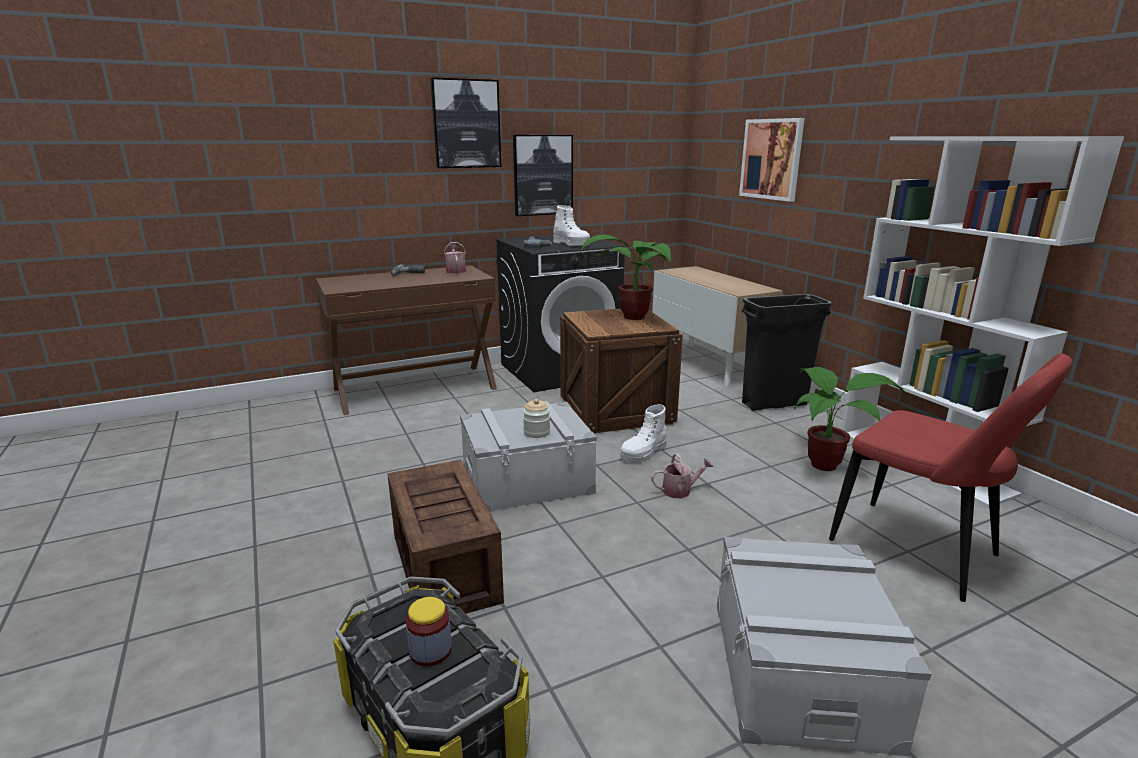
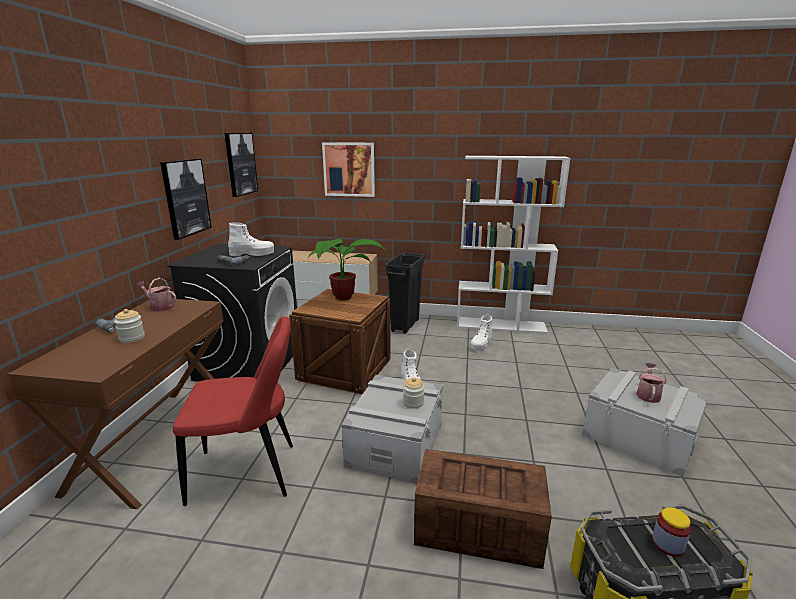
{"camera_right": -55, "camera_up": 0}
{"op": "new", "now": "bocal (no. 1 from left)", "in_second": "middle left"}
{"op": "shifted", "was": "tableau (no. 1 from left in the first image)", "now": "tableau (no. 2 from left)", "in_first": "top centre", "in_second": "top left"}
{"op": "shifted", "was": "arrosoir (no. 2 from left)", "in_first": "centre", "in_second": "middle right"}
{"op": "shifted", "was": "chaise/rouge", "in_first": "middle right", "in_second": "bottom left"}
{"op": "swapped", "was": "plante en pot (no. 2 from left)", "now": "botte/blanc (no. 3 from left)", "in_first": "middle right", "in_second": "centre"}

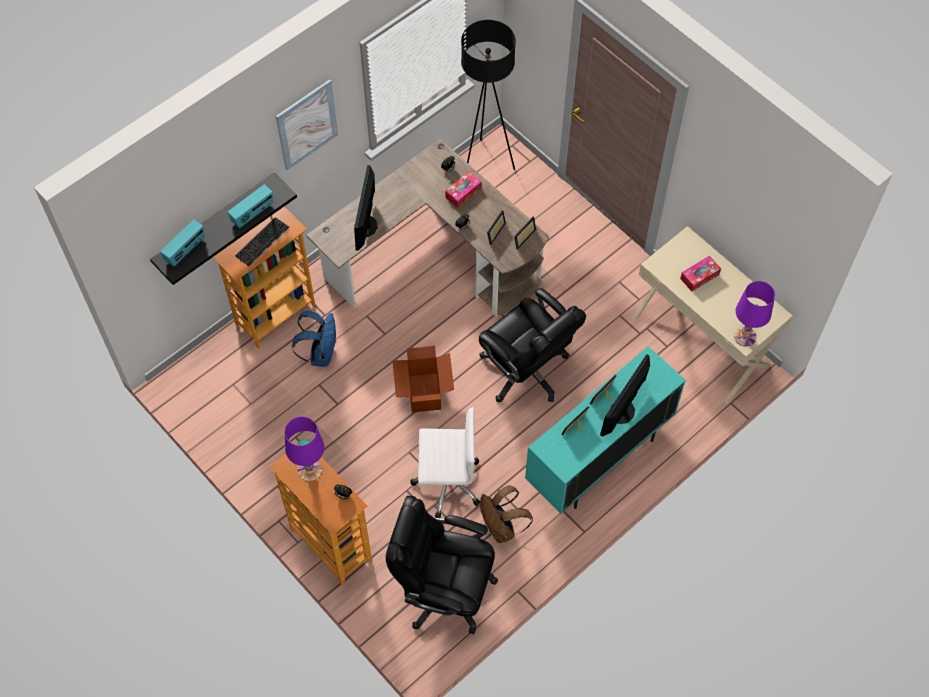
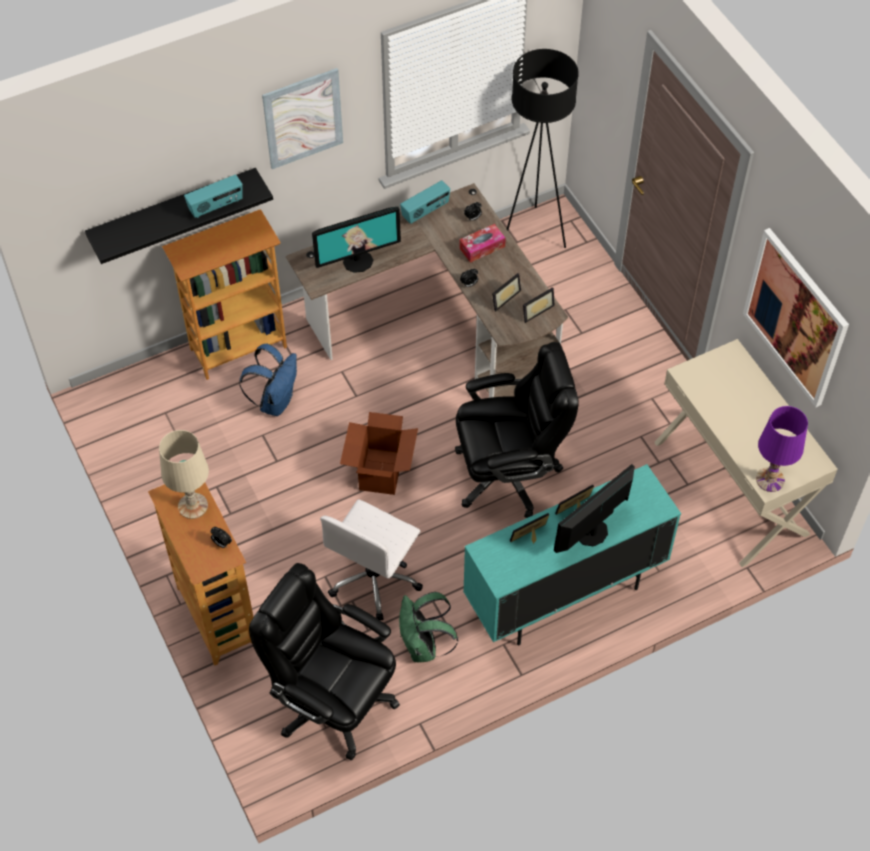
{"camera_right": 15, "camera_up": -5}
{"op": "gone", "was": "clavier", "in_first": "middle left"}
{"op": "gone", "was": "boîte à mouchoirs (no. 2 from left)", "in_first": "middle right"}
{"op": "new", "now": "tableau (no. 2 from left)", "in_second": "middle right"}
{"op": "shifted", "was": "radio (no. 1 from left in the first image)", "now": "radio (no. 2 from left)", "in_first": "middle left", "in_second": "top centre"}
{"op": "repainted", "was": "lampe de table/violet (no. 1 from left)", "now": "lampe de table/beige", "in_first": "middle left", "in_second": "middle left"}
{"op": "repainted", "was": "sac à dos/marron", "now": "sac à dos/vert", "in_first": "bottom centre", "in_second": "bottom centre"}
{"op": "rotated", "was": "écran d'ordinateur (no. 1 from left)", "in_first": "top centre", "in_second": "top centre", "clockwise": -135}
{"op": "rotated", "was": "chaise de bureau/blanc", "in_first": "centre", "in_second": "centre", "clockwise": 105}
{"op": "rotated", "was": "chaise de bureau/noir (no. 2 from left)", "in_first": "centre", "in_second": "centre", "clockwise": -75}

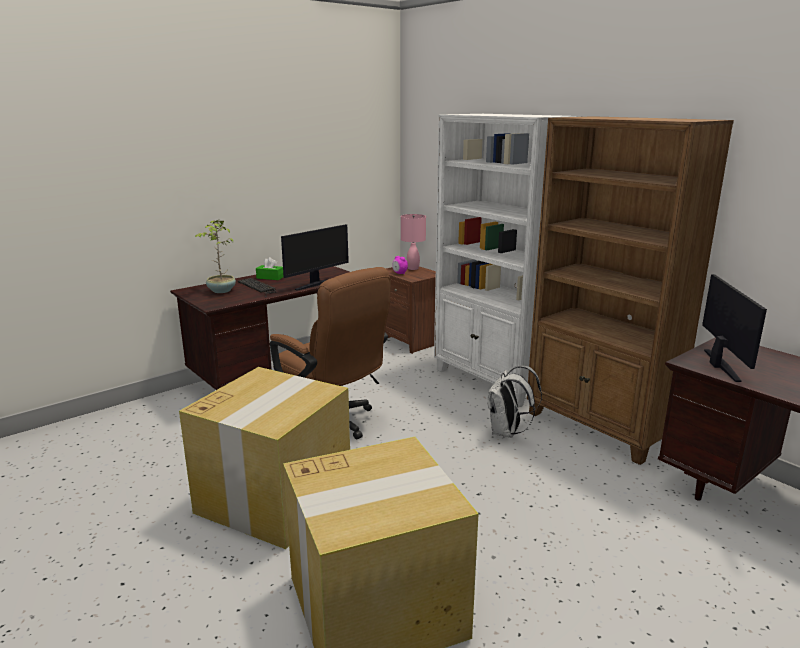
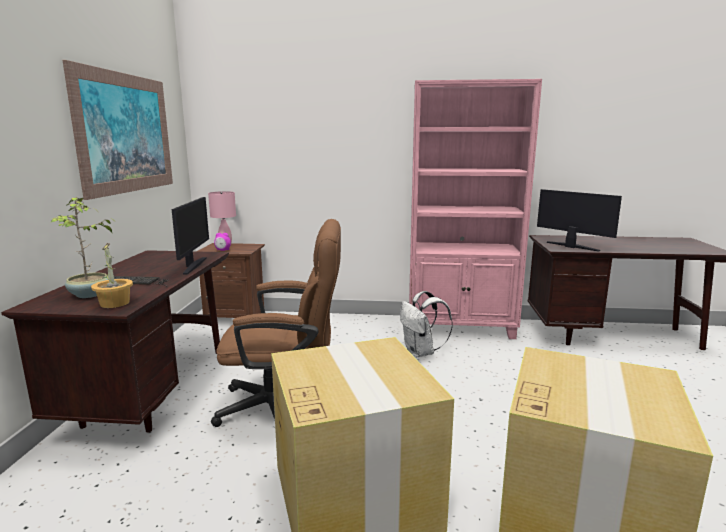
{"camera_right": -45, "camera_up": -5}
{"op": "gone", "was": "boîte à mouchoirs/vert", "in_first": "centre"}
{"op": "gone", "was": "bibliothèque/blanc", "in_first": "centre"}
{"op": "new", "now": "tableau", "in_second": "top left"}
{"op": "new", "now": "plante en pot (no. 2 from left)", "in_second": "middle left"}
{"op": "repainted", "was": "bibliothèque/marron", "now": "bibliothèque/rose", "in_first": "middle right", "in_second": "centre"}

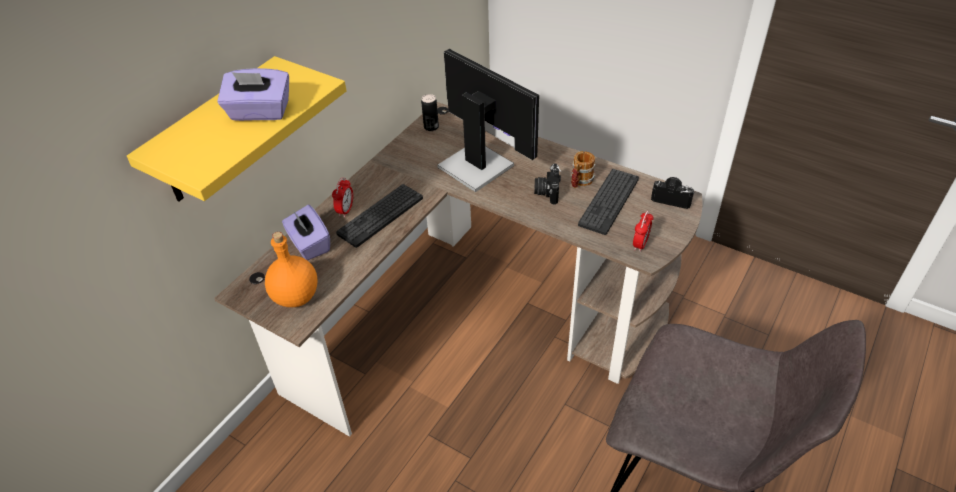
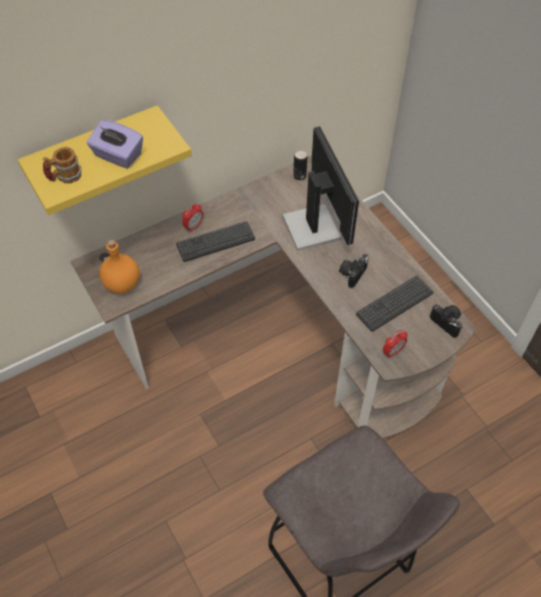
{"camera_right": 25, "camera_up": 10}
{"op": "gone", "was": "boîte à mouchoirs/violet (no. 2 from left)", "in_first": "middle left"}
{"op": "shifted", "was": "mug", "in_first": "centre", "in_second": "top left"}

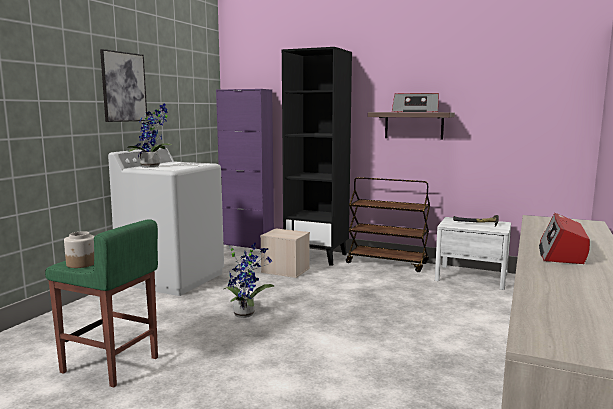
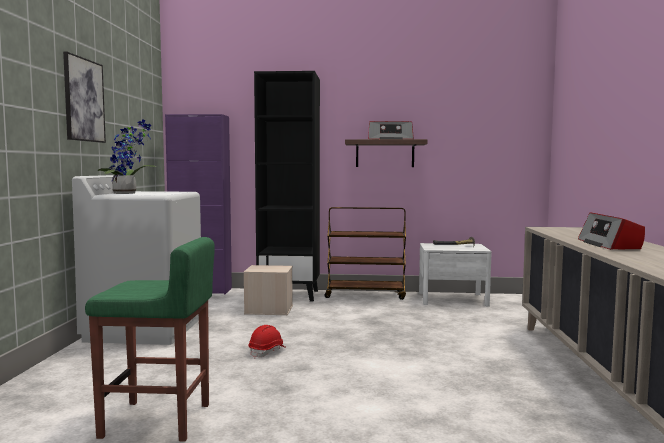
{"camera_right": -20, "camera_up": -5}
{"op": "gone", "was": "bocal", "in_first": "middle left"}
{"op": "swapped", "was": "plante en pot (no. 2 from left)", "now": "casque de chantier/rouge", "in_first": "bottom centre", "in_second": "bottom centre"}

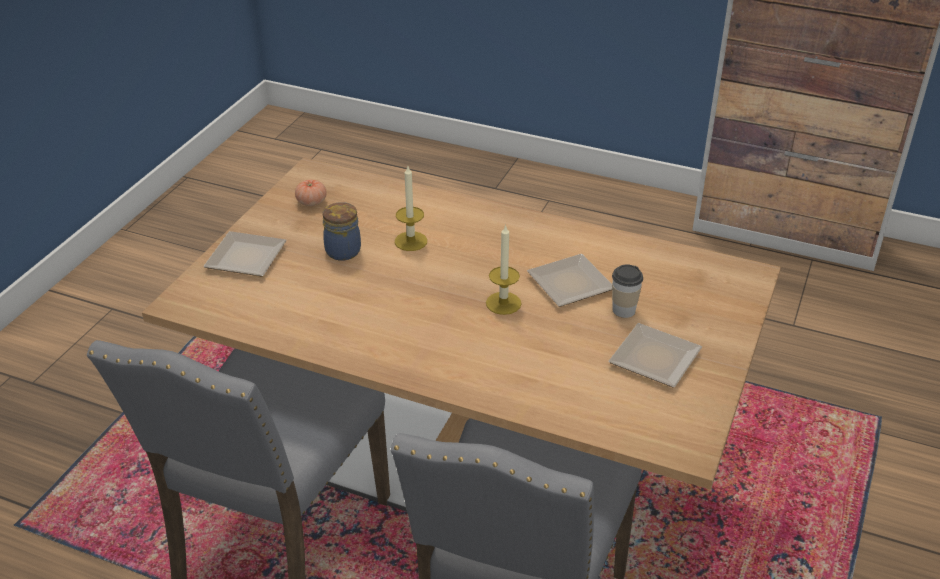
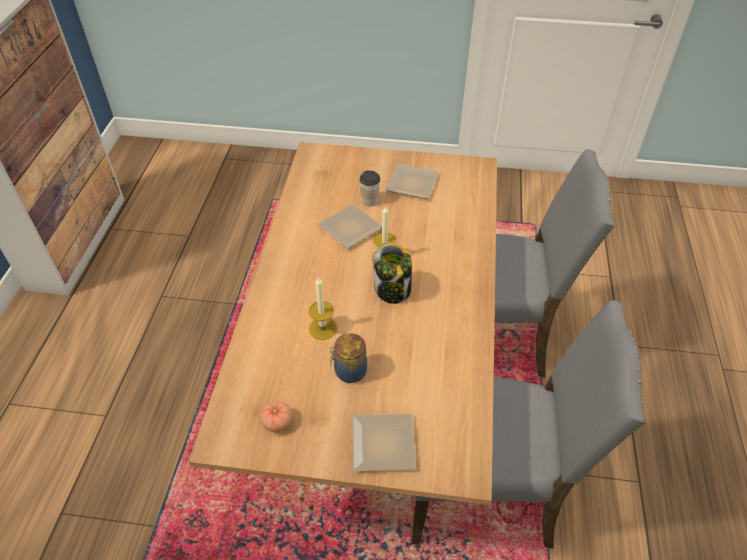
{"camera_right": -105, "camera_up": 10}
{"op": "new", "now": "bocal (no. 2 from left)", "in_second": "centre"}

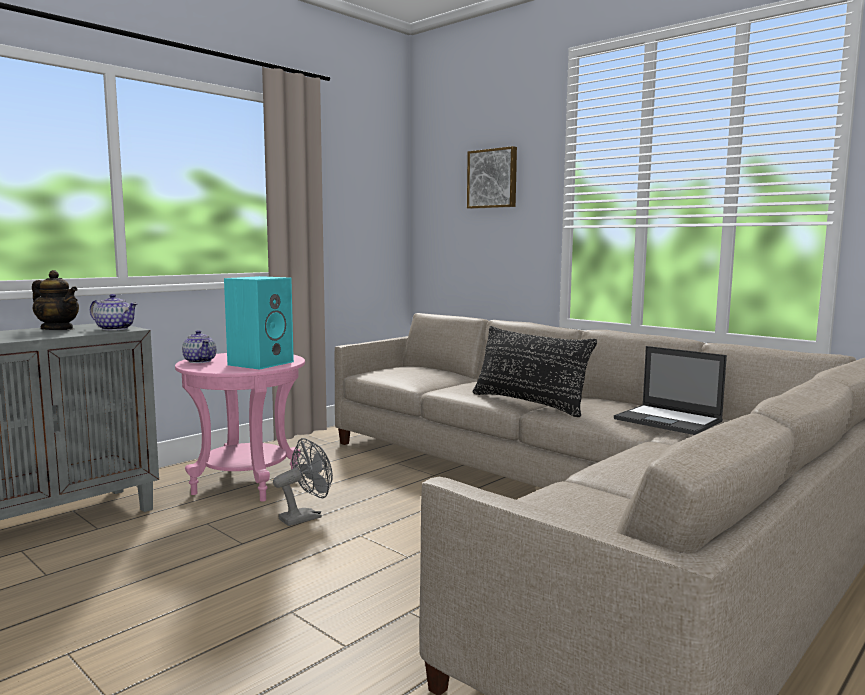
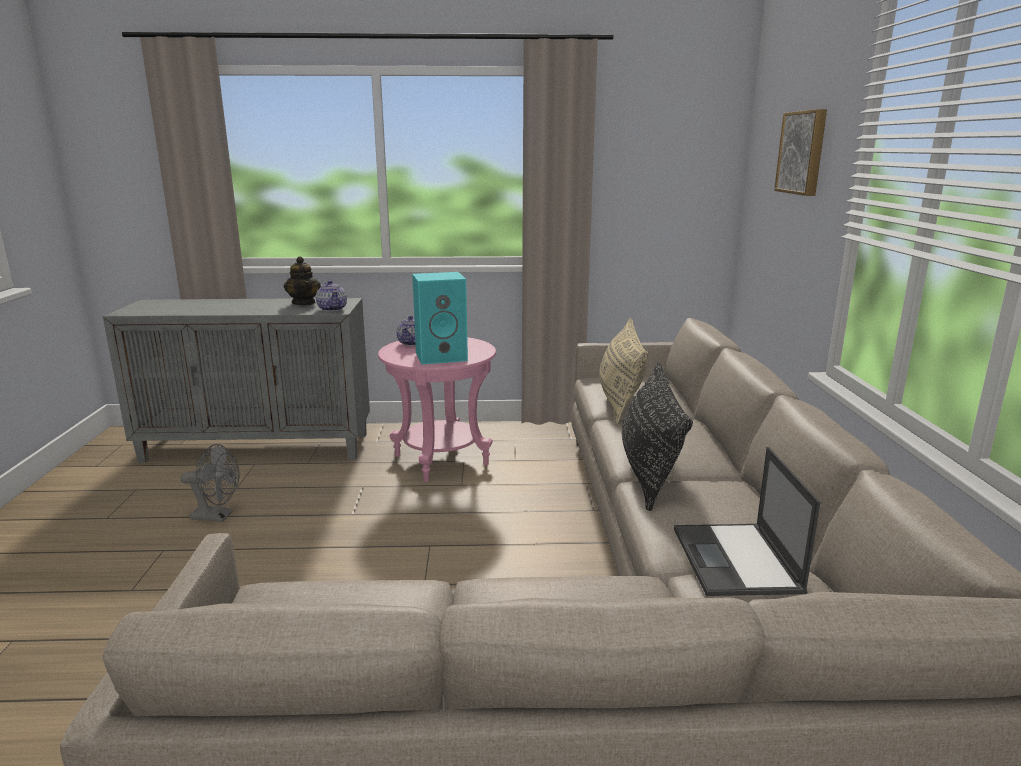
{"camera_right": 45, "camera_up": 10}
{"op": "new", "now": "coussin/beige", "in_second": "centre"}
{"op": "shifted", "was": "ventilateur/gris", "in_first": "bottom centre", "in_second": "middle left"}

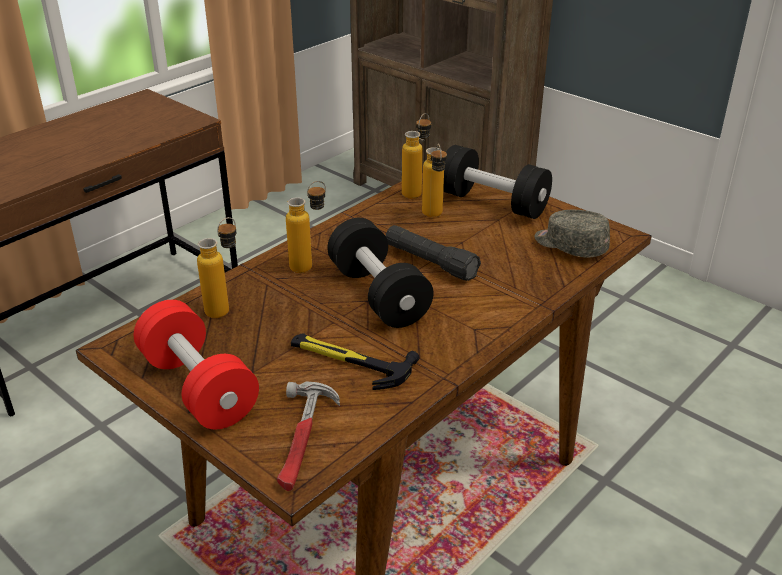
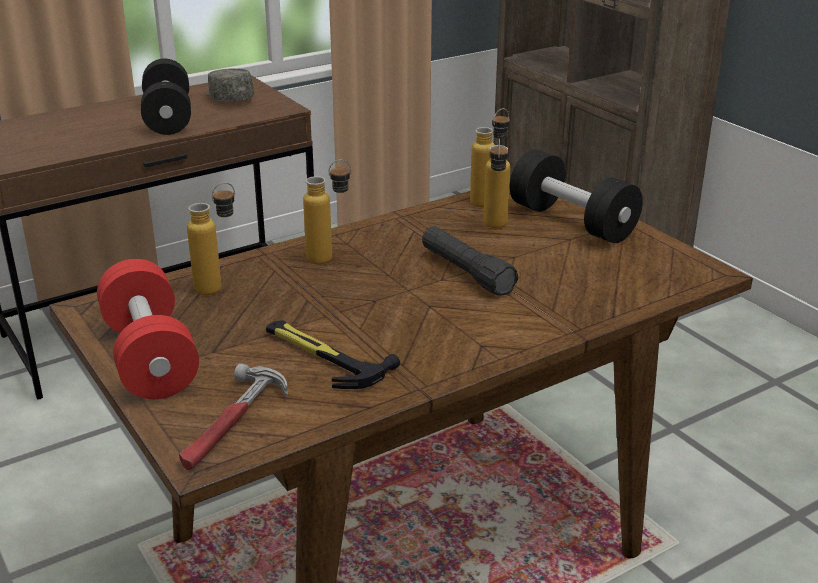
{"camera_right": 15, "camera_up": -5}
{"op": "shifted", "was": "haltère/noir (no. 1 from left)", "in_first": "centre", "in_second": "top left"}
{"op": "shifted", "was": "casquette/gris", "in_first": "middle right", "in_second": "top left"}

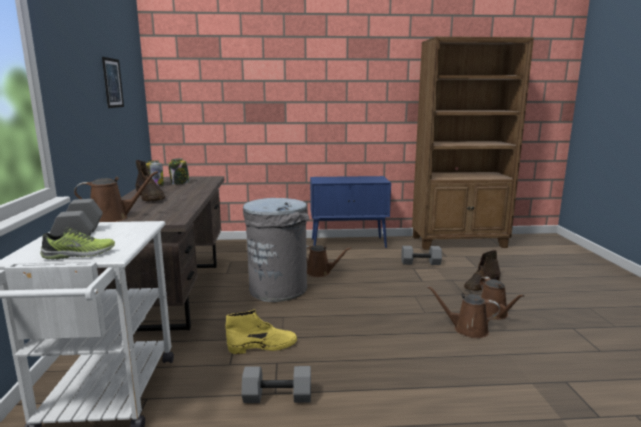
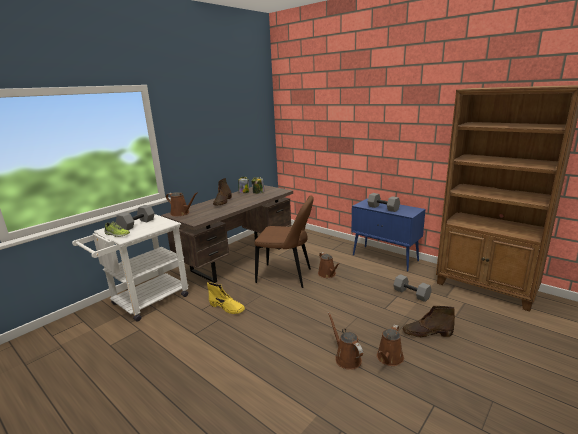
{"camera_right": 45, "camera_up": 5}
{"op": "gone", "was": "tableau", "in_first": "top left"}
{"op": "shifted", "was": "haltère/gris (no. 2 from left)", "in_first": "bottom centre", "in_second": "centre"}
{"op": "swapped", "was": "poubelle/gris", "now": "chaise/marron", "in_first": "centre", "in_second": "centre"}

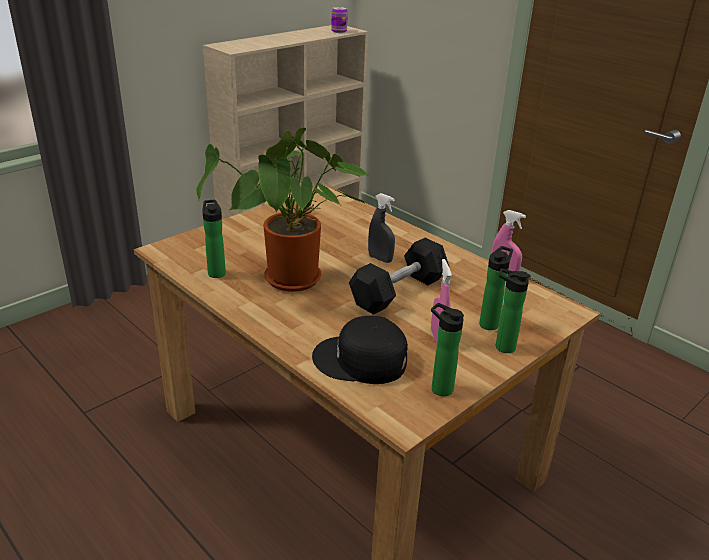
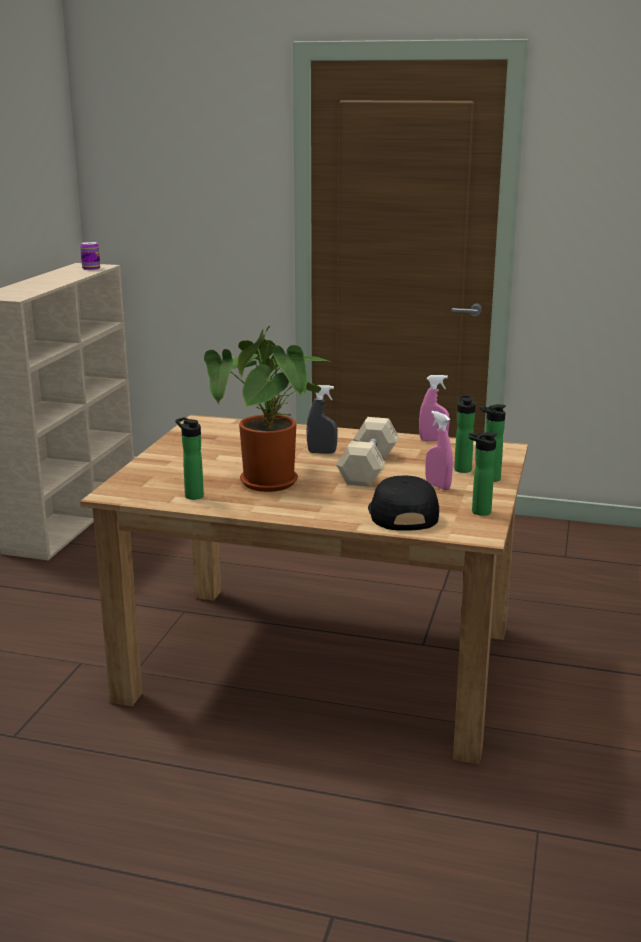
{"camera_right": -30, "camera_up": -10}
{"op": "repainted", "was": "haltère/noir", "now": "haltère/beige", "in_first": "centre", "in_second": "centre"}
{"op": "rotated", "was": "casquette/noir", "in_first": "centre", "in_second": "centre", "clockwise": 105}

